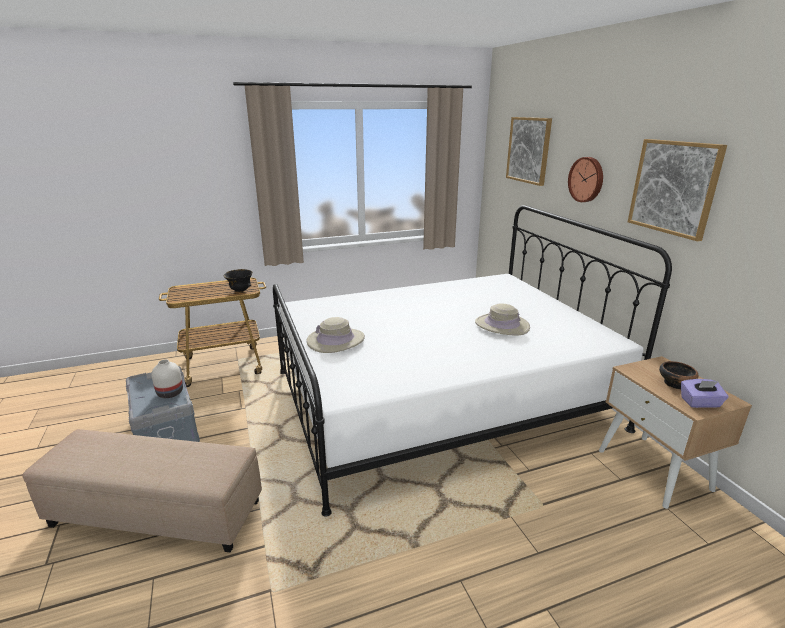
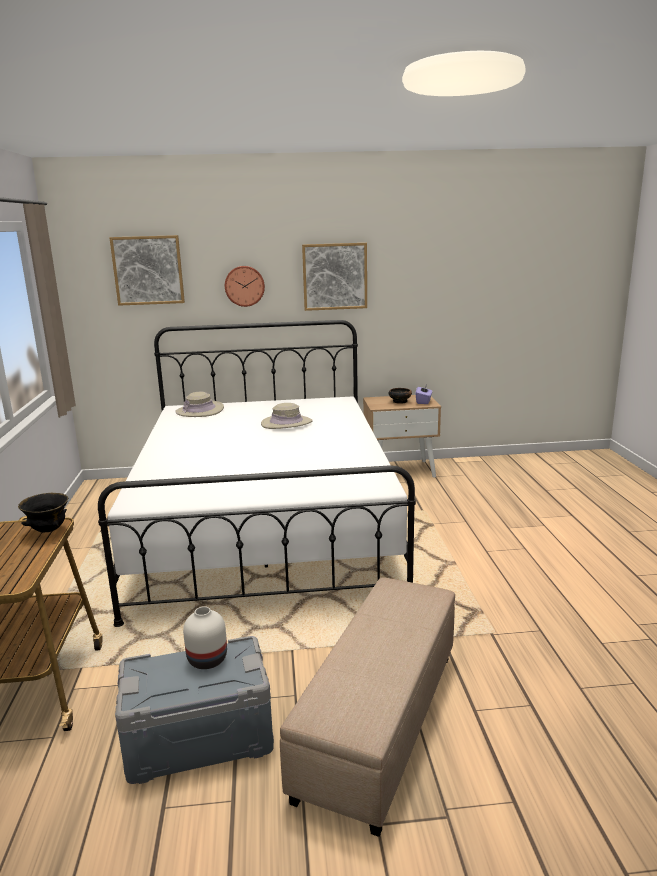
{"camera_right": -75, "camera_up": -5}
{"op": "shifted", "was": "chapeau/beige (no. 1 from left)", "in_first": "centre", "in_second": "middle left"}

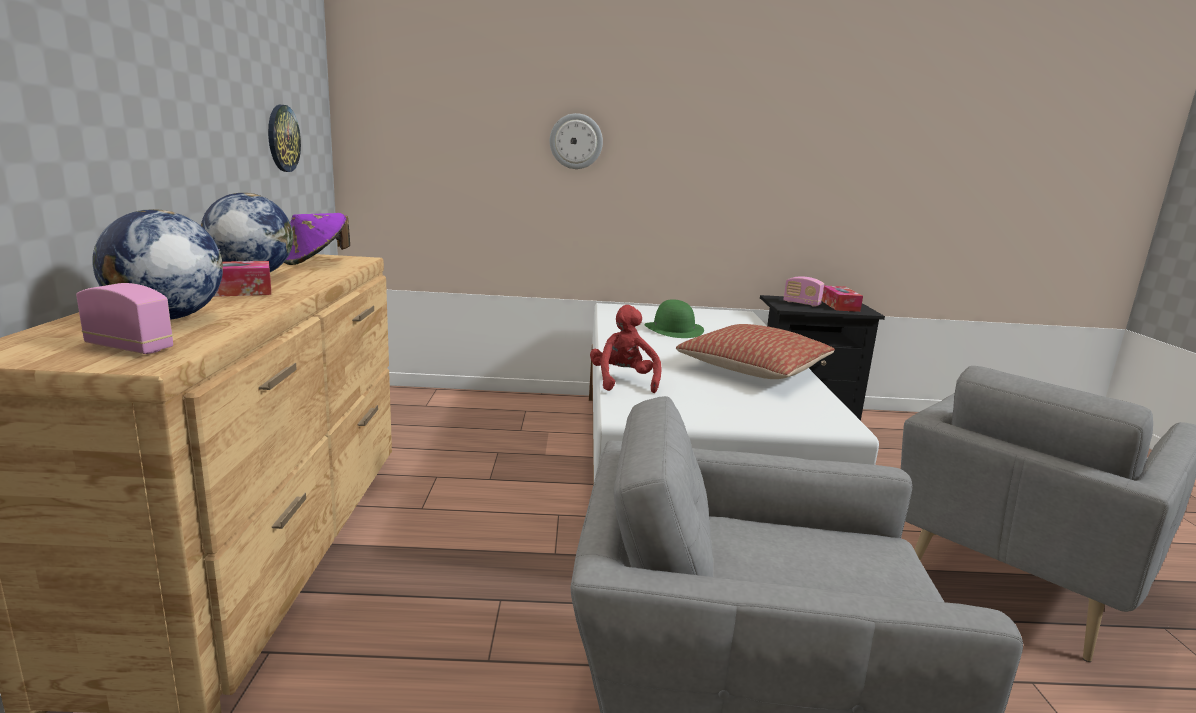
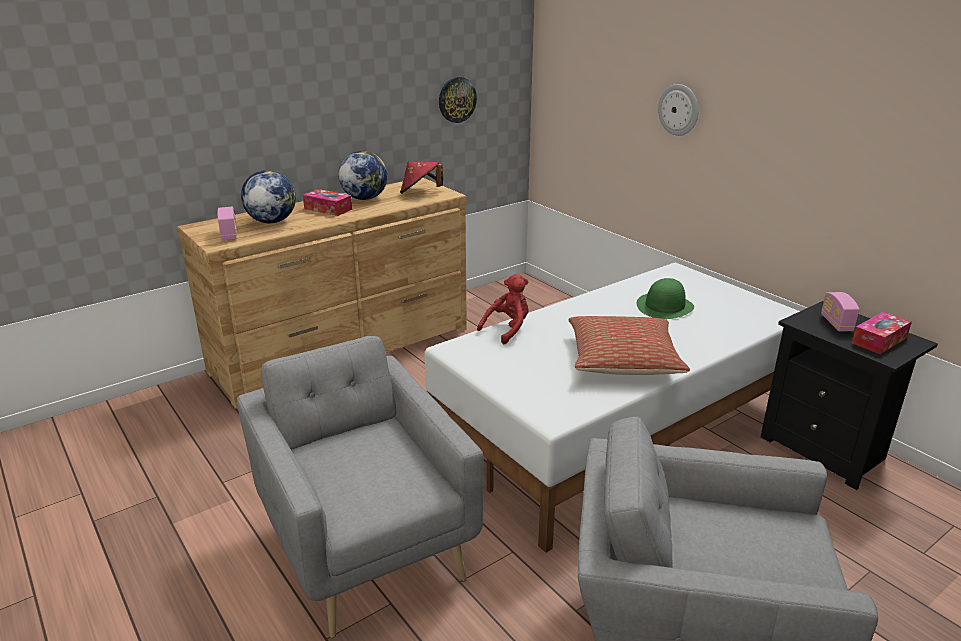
{"camera_right": 55, "camera_up": 10}
{"op": "repainted", "was": "chapeau/violet", "now": "chapeau/rouge", "in_first": "middle left", "in_second": "top centre"}

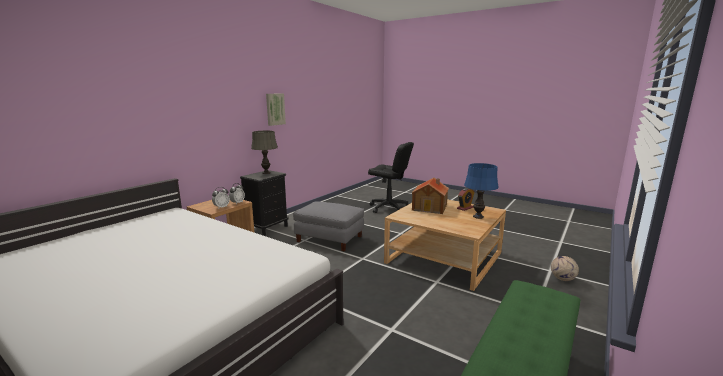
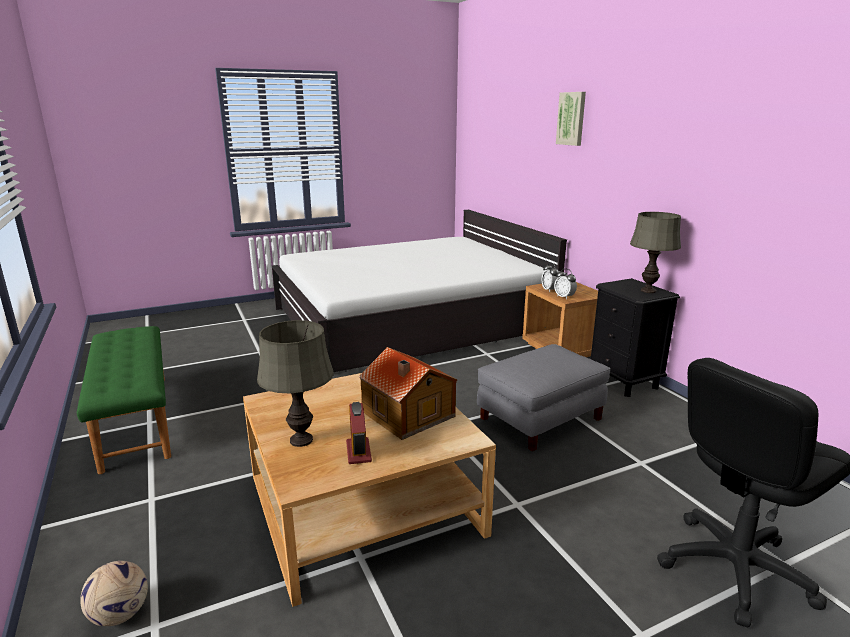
{"camera_right": 120, "camera_up": 5}
{"op": "shifted", "was": "tableau", "in_first": "top centre", "in_second": "top right"}
{"op": "repainted", "was": "lampe de table/bleu", "now": "lampe de table/gris (no. 1 from left)", "in_first": "centre", "in_second": "centre"}

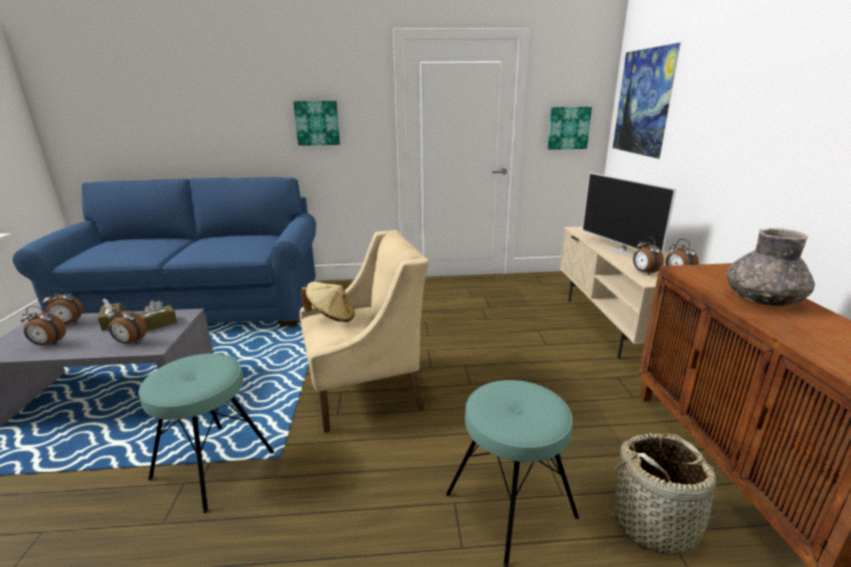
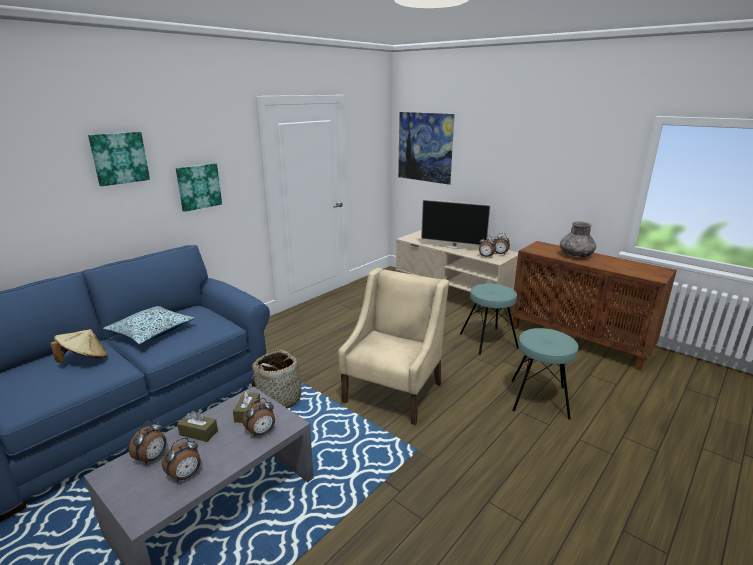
{"camera_right": -45, "camera_up": 0}
{"op": "new", "now": "coussin", "in_second": "middle left"}
{"op": "shifted", "was": "tabouret/turquoise (no. 1 from left)", "in_first": "bottom left", "in_second": "centre"}
{"op": "shifted", "was": "chapeau/beige", "in_first": "centre", "in_second": "middle left"}
{"op": "shifted", "was": "tableau (no. 2 from left in the first image)", "now": "tableau (no. 1 from left)", "in_first": "top right", "in_second": "top left"}
{"op": "shifted", "was": "panier", "in_first": "bottom right", "in_second": "bottom centre"}

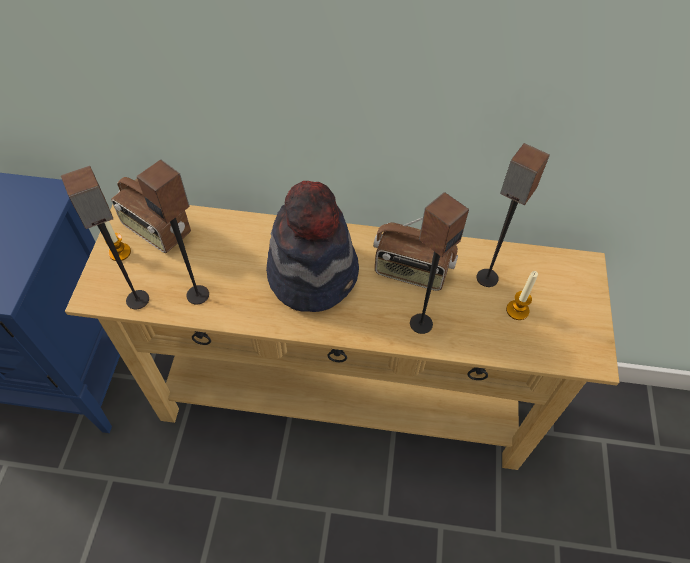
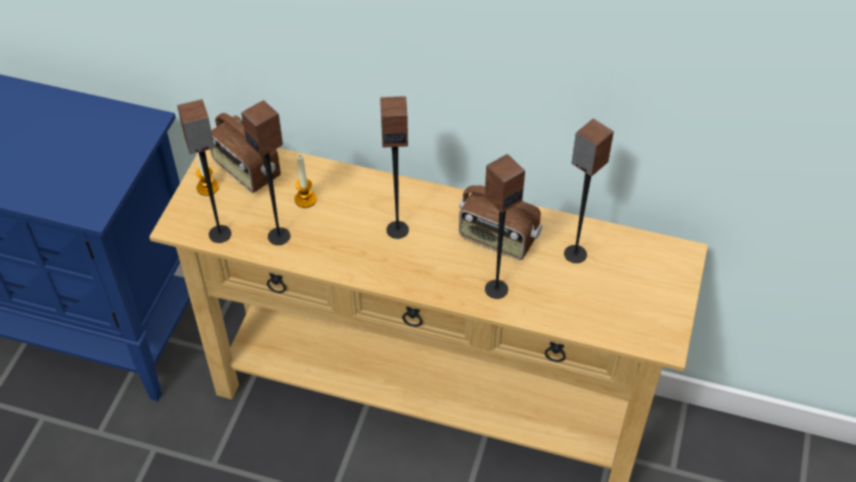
{"camera_right": 10, "camera_up": -5}
{"op": "shifted", "was": "bougie (no. 2 from left)", "in_first": "middle right", "in_second": "centre"}
{"op": "swapped", "was": "chapeau", "now": "enceinte (no. 3 from left)", "in_first": "centre", "in_second": "centre"}

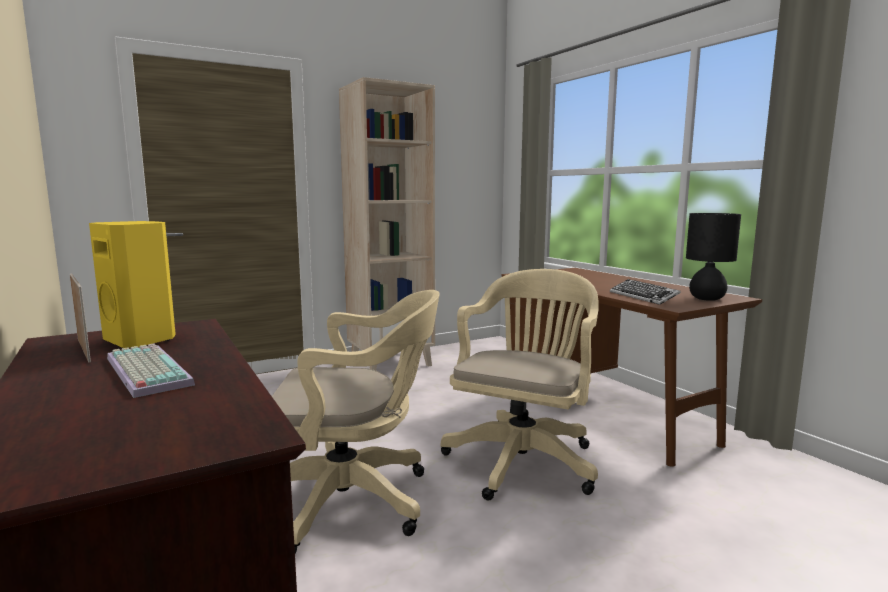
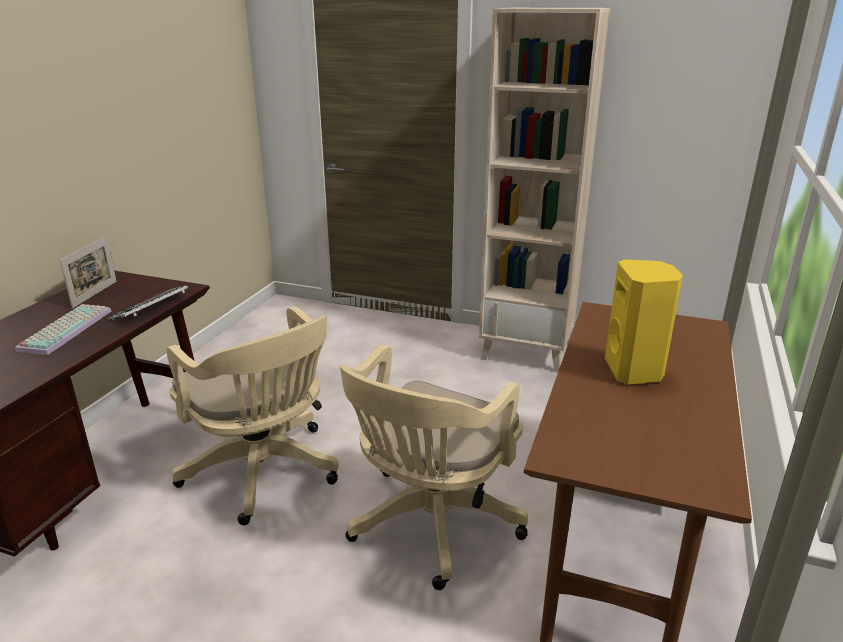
{"camera_right": 50, "camera_up": 15}
{"op": "gone", "was": "lampe de table/noir", "in_first": "middle right"}
{"op": "shifted", "was": "enceinte/jaune", "in_first": "middle left", "in_second": "middle right"}
{"op": "shifted", "was": "clavier (no. 2 from left)", "in_first": "middle right", "in_second": "middle left"}
{"op": "rotated", "was": "chaise de bureau/beige (no. 2 from left)", "in_first": "centre", "in_second": "bottom centre", "clockwise": 135}

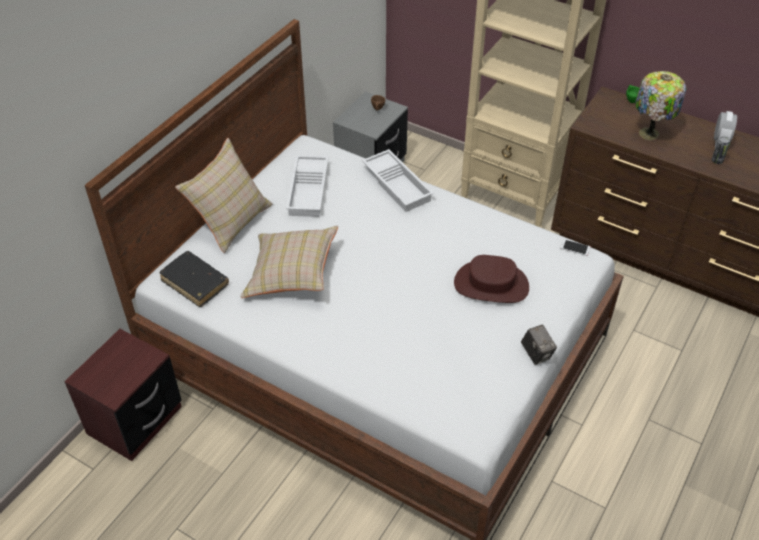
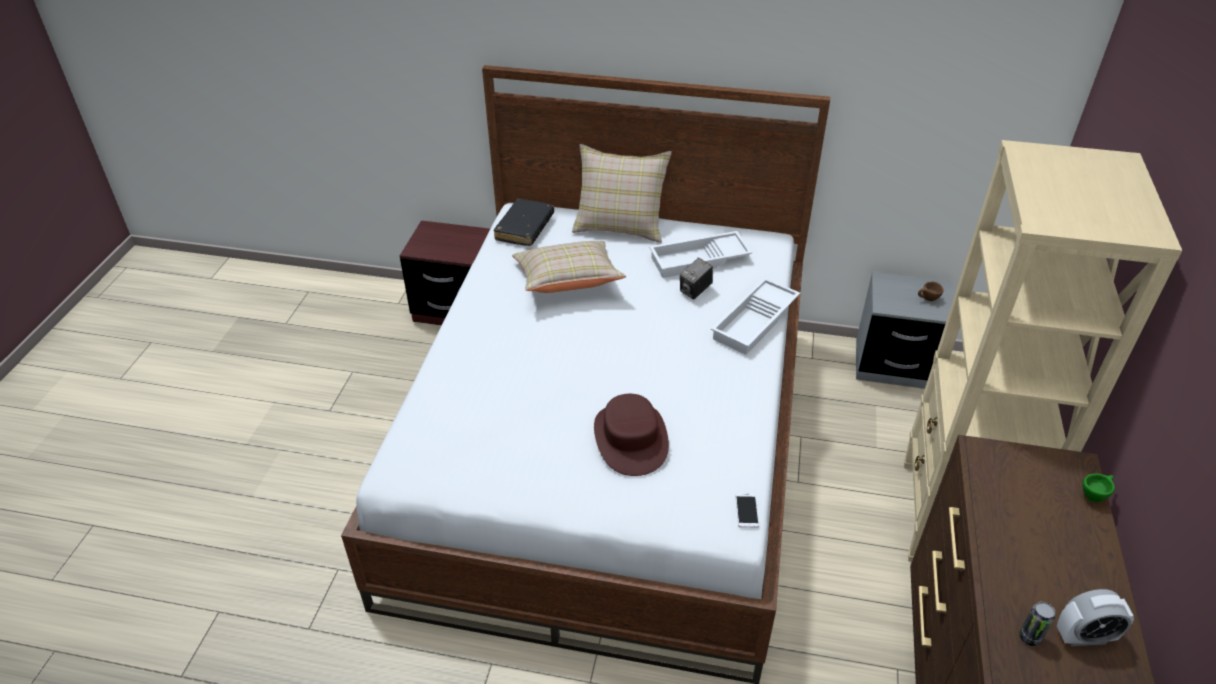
{"camera_right": 70, "camera_up": -5}
{"op": "gone", "was": "lampe de table", "in_first": "top right"}
{"op": "shifted", "was": "appareil photo", "in_first": "middle right", "in_second": "centre"}

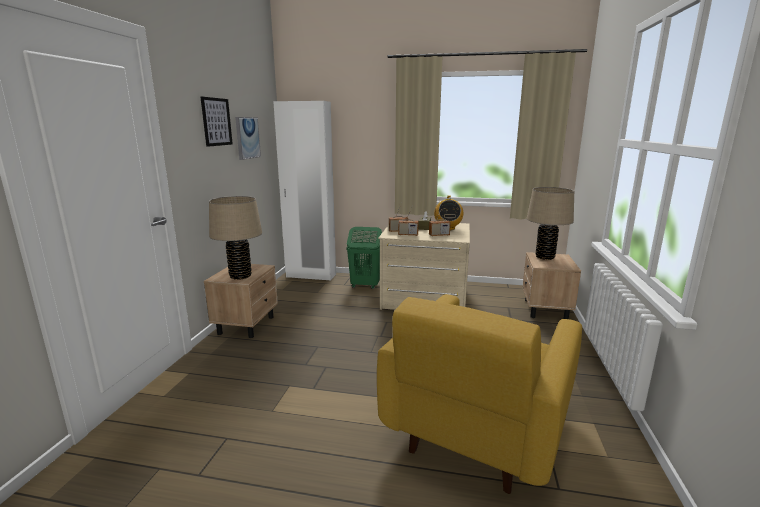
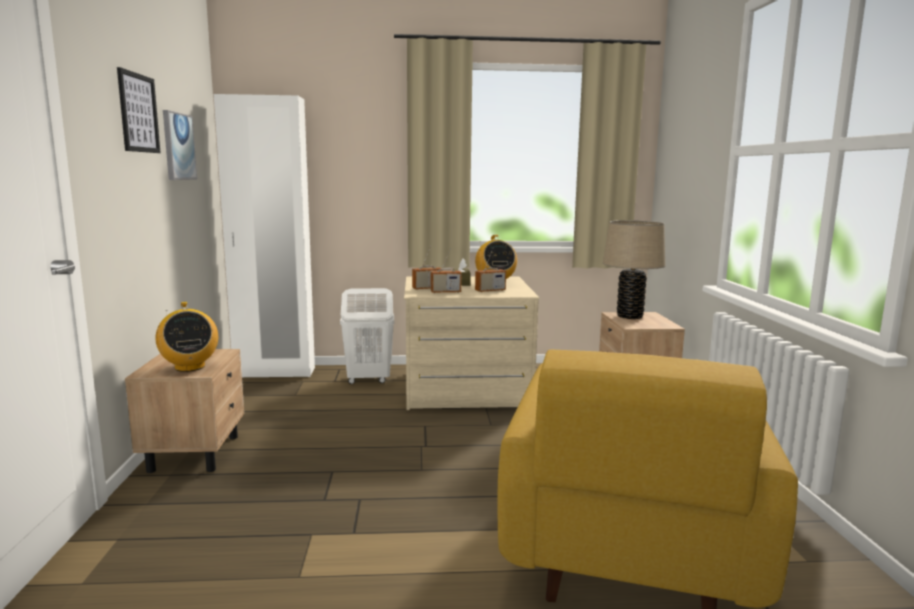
{"camera_right": -15, "camera_up": -5}
{"op": "swapped", "was": "lampe de table/beige (no. 1 from left)", "now": "radio (no. 1 from left)", "in_first": "middle left", "in_second": "middle left"}
{"op": "repainted", "was": "panier à linge/vert", "now": "panier à linge/blanc", "in_first": "centre", "in_second": "centre"}

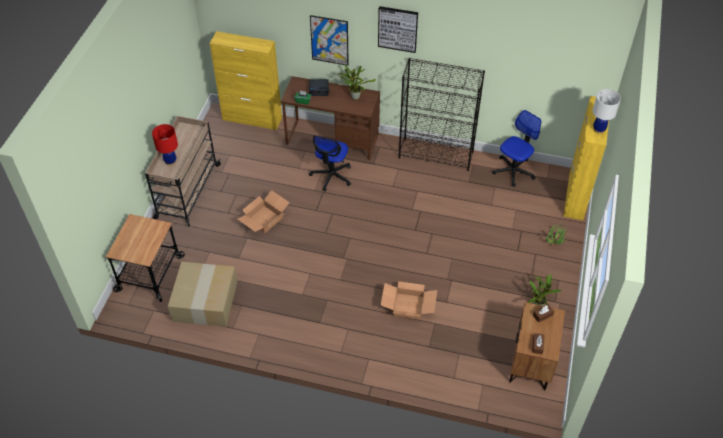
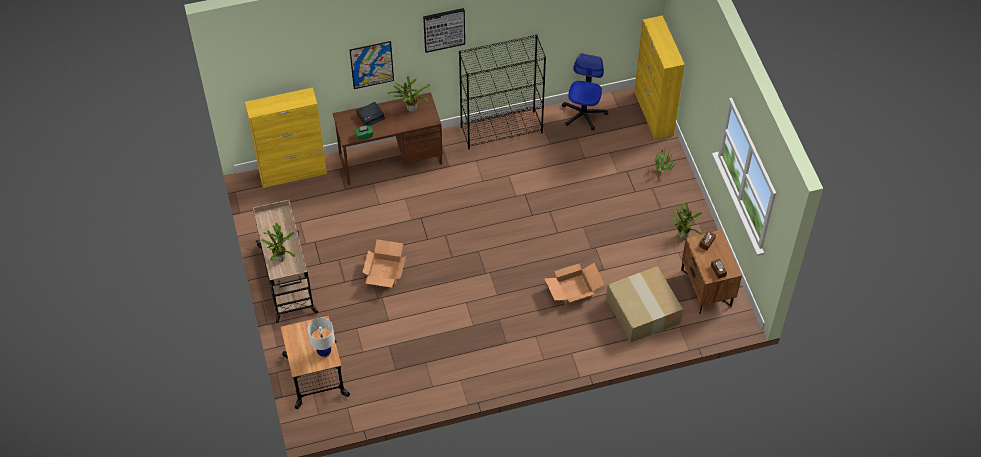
{"camera_right": -30, "camera_up": 5}
{"op": "gone", "was": "chaise de bureau (no. 1 from left)", "in_first": "centre"}
{"op": "shifted", "was": "carton (no. 1 from left in the first image)", "now": "carton (no. 3 from left)", "in_first": "bottom left", "in_second": "centre"}
{"op": "shifted", "was": "lampe de table/blanc", "in_first": "top right", "in_second": "bottom left"}
{"op": "swapped", "was": "lampe de table/rouge", "now": "plante en pot (no. 1 from left)", "in_first": "top left", "in_second": "middle left"}

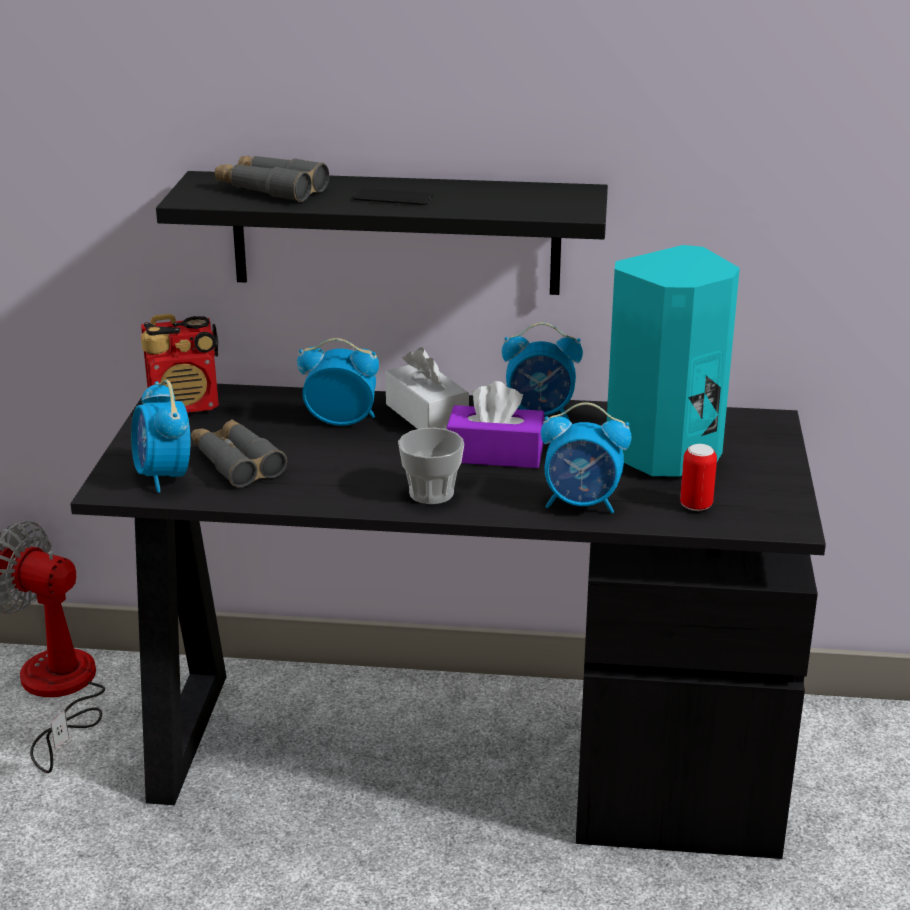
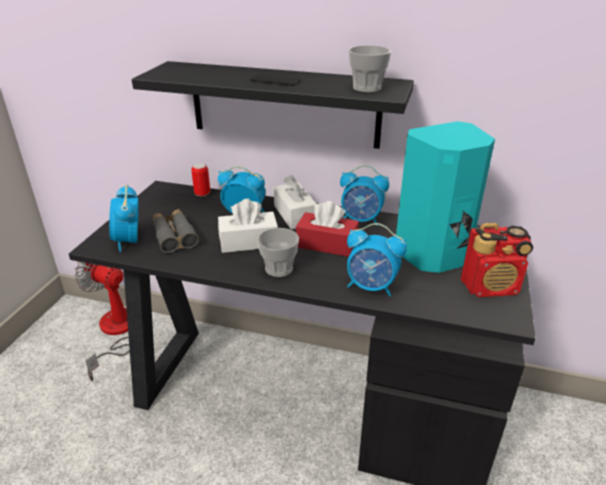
{"camera_right": 10, "camera_up": 5}
{"op": "gone", "was": "jumelles/gris (no. 2 from left)", "in_first": "top left"}
{"op": "new", "now": "boîte à mouchoirs/blanc (no. 1 from left)", "in_second": "centre"}
{"op": "new", "now": "tasse (no. 2 from left)", "in_second": "top centre"}
{"op": "shifted", "was": "radio", "in_first": "middle left", "in_second": "middle right"}
{"op": "shifted", "was": "boîte métallique", "in_first": "middle right", "in_second": "middle left"}
{"op": "repainted", "was": "boîte à mouchoirs/violet", "now": "boîte à mouchoirs/rouge", "in_first": "centre", "in_second": "centre"}

